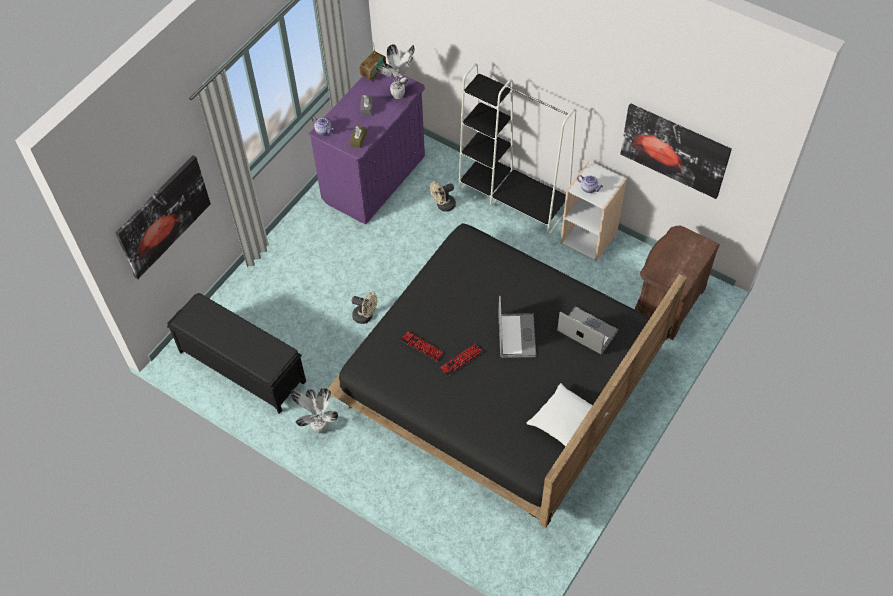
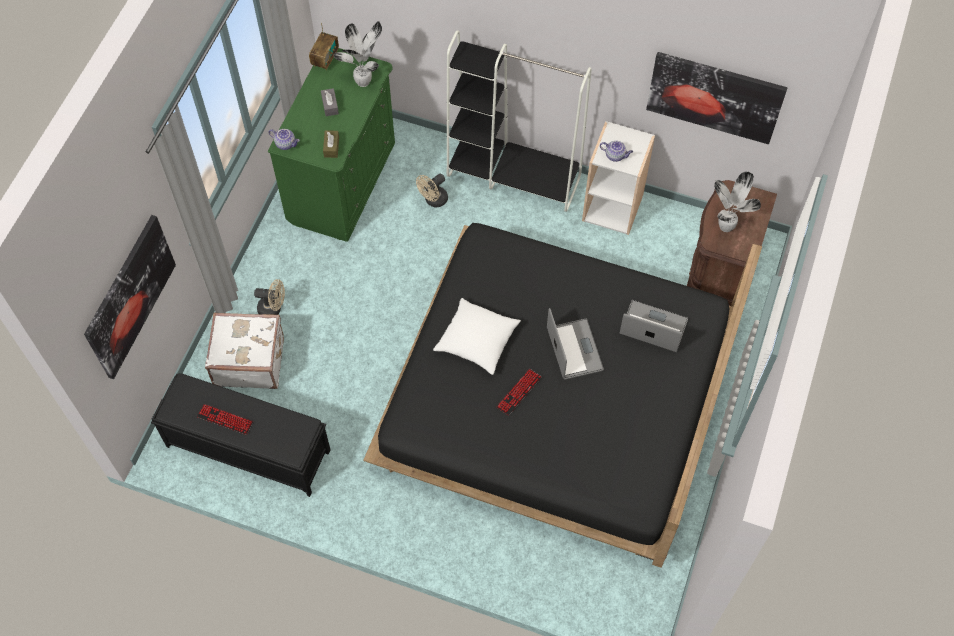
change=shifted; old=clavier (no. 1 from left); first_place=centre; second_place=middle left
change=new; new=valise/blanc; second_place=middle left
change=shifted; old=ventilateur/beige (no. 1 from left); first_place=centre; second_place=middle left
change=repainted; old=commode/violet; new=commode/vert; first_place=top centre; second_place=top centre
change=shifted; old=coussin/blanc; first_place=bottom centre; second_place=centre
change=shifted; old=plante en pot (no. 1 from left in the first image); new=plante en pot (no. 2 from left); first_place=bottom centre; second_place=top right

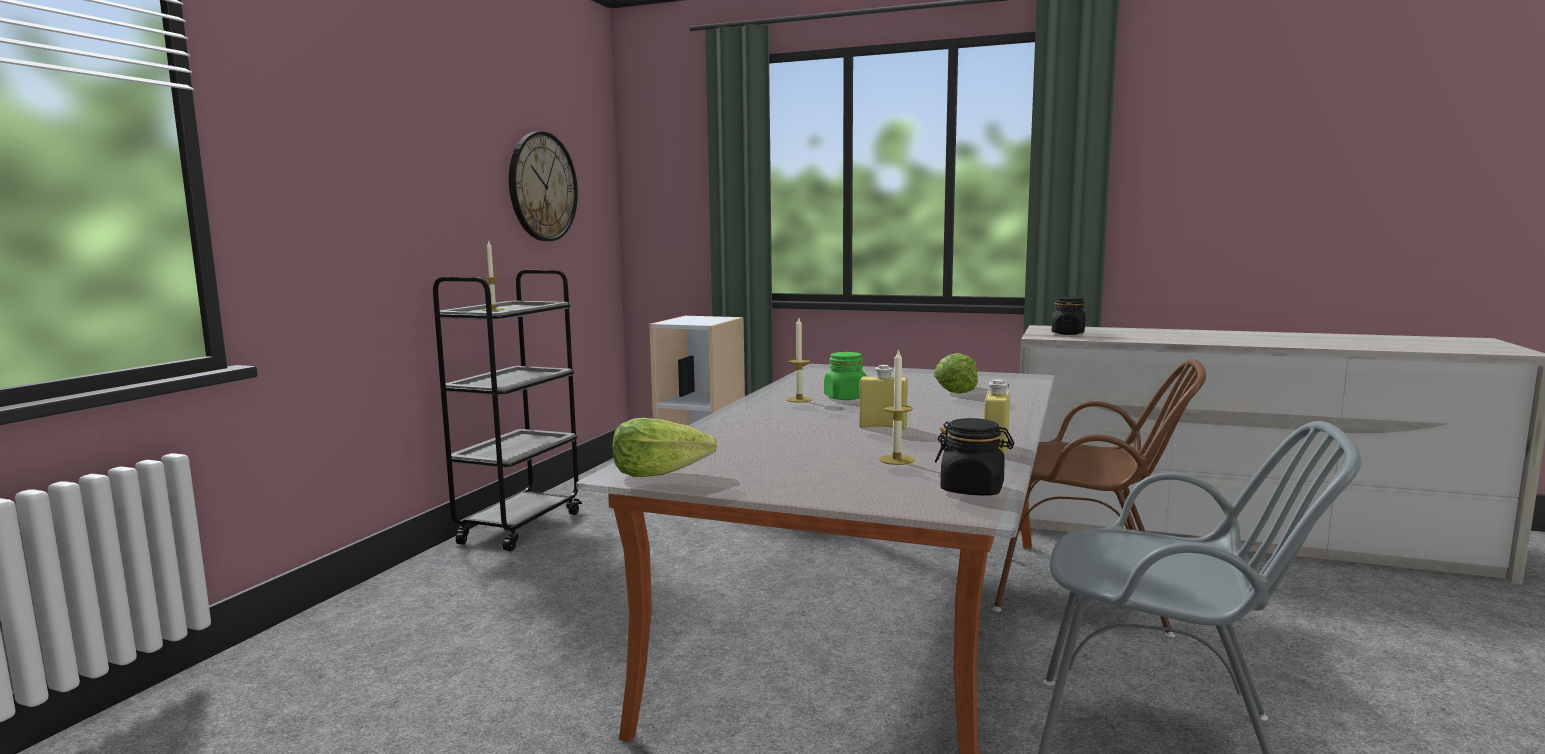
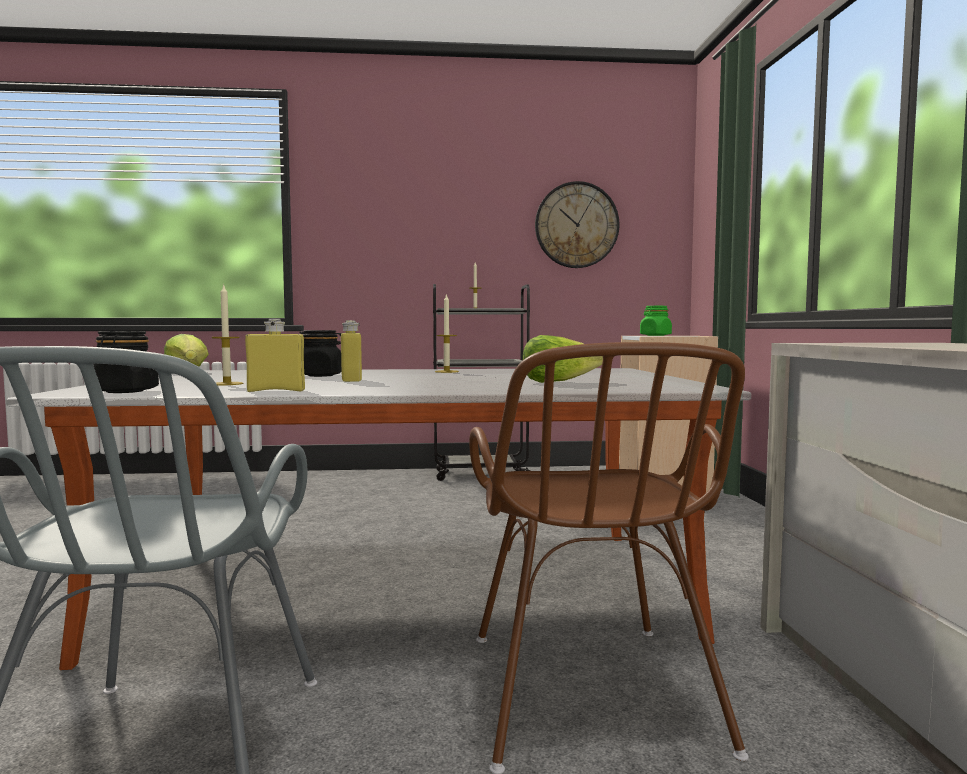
change=shifted; old=bocal/noir (no. 2 from left); first_place=middle right; second_place=middle left
change=shifted; old=bocal/vert; first_place=centre; second_place=middle right

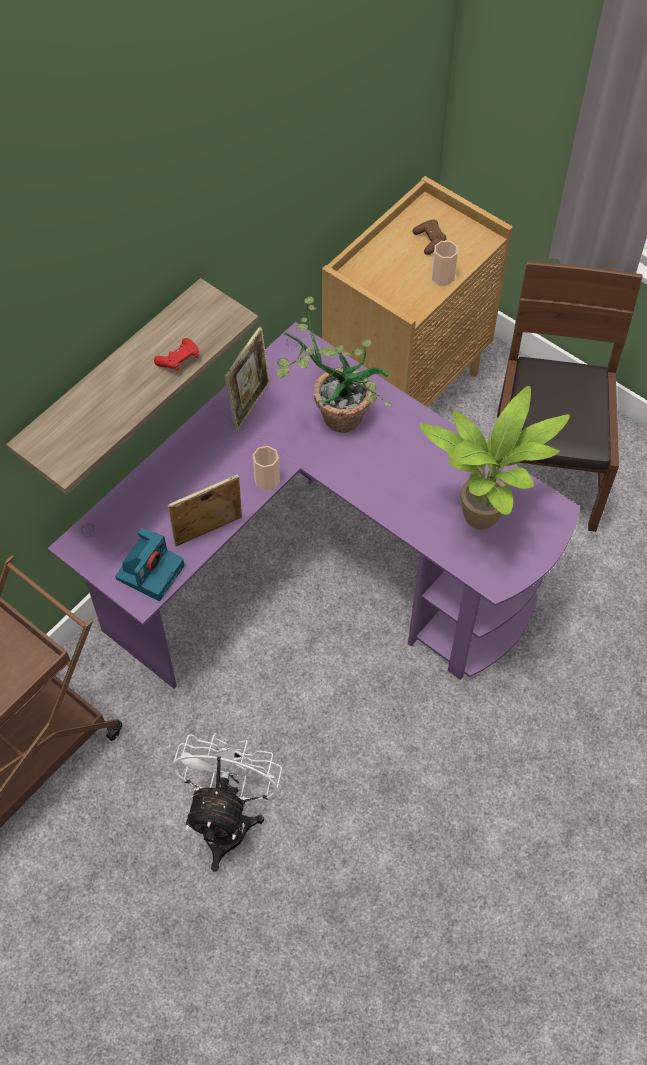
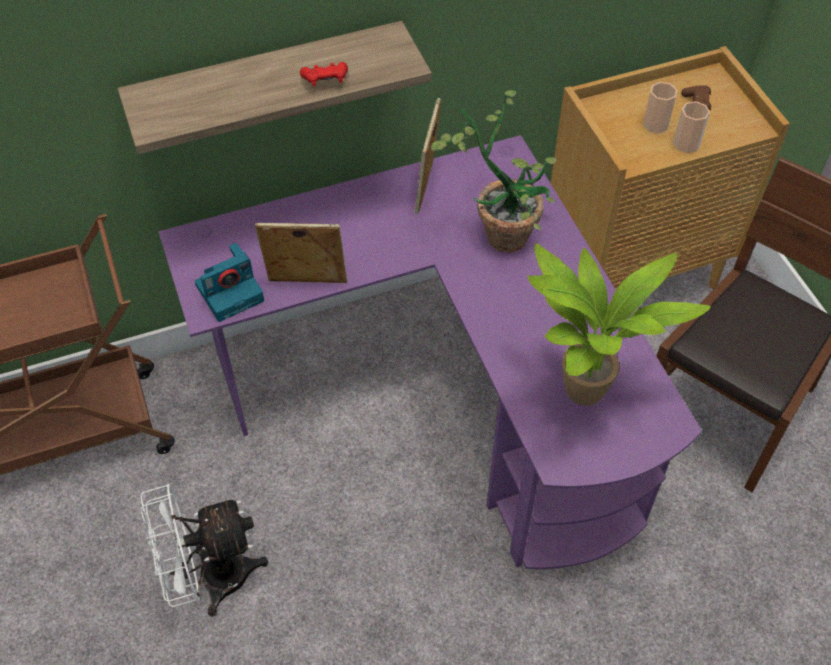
change=rotated; old=ventilateur/blanc; first_place=bottom centre; second_place=bottom left; degrees=-150
change=rotated; old=cadre photo (no. 2 from left); first_place=centre; second_place=top centre; degrees=135
change=shifted; old=tasse (no. 1 from left); first_place=centre; second_place=top right

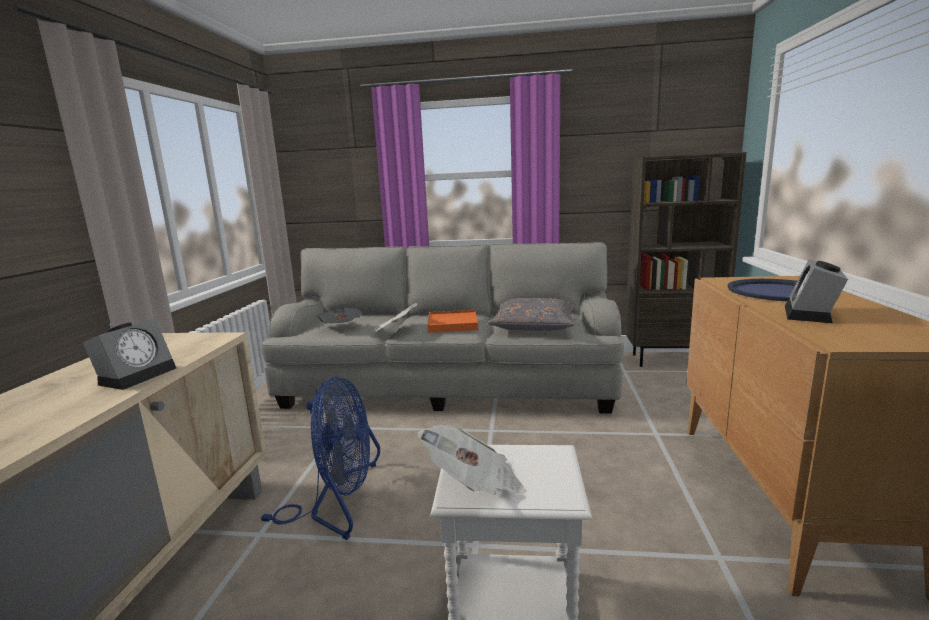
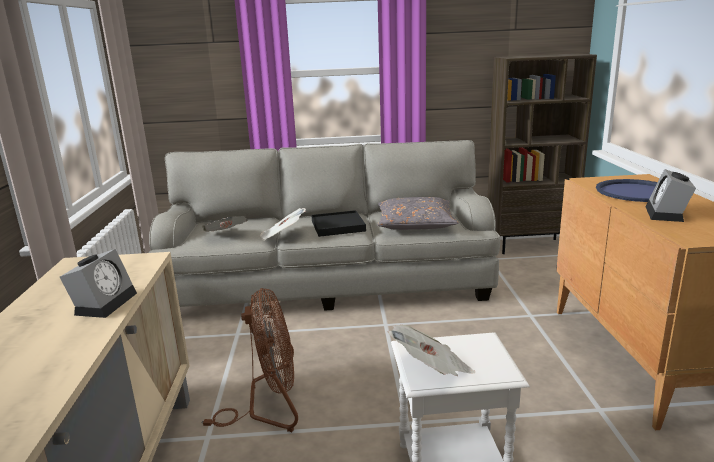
change=repainted; old=ventilateur/bleu; new=ventilateur/marron; first_place=bottom centre; second_place=bottom centre
change=repainted; old=plateau/orange; new=plateau/noir; first_place=centre; second_place=centre

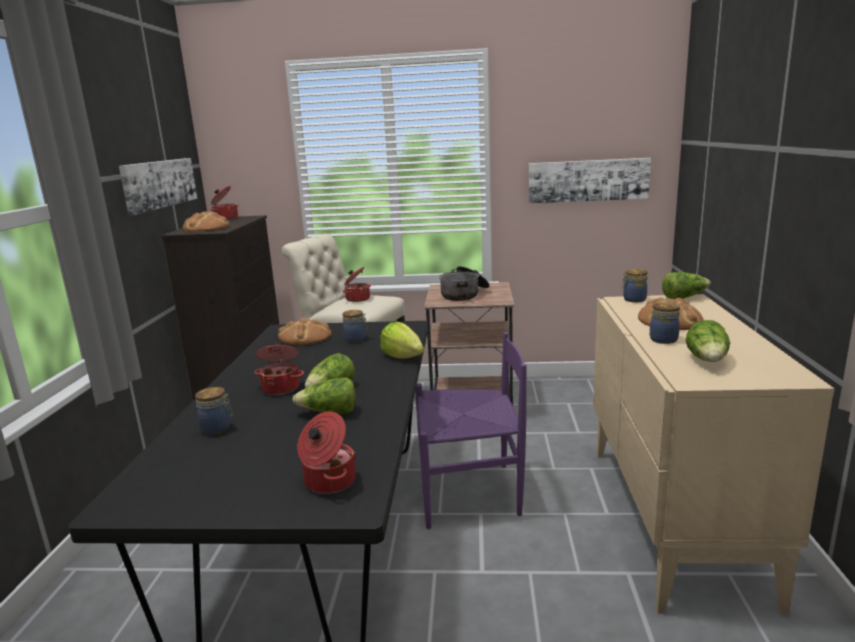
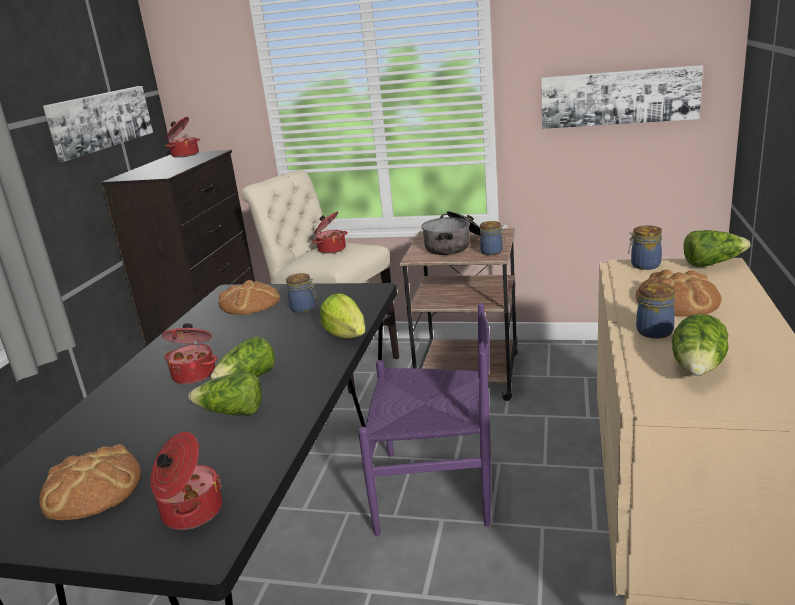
change=shifted; old=pain (no. 1 from left); first_place=middle left; second_place=bottom left
change=shifted; old=bocal (no. 1 from left in the first image); new=bocal (no. 2 from left); first_place=middle left; second_place=centre

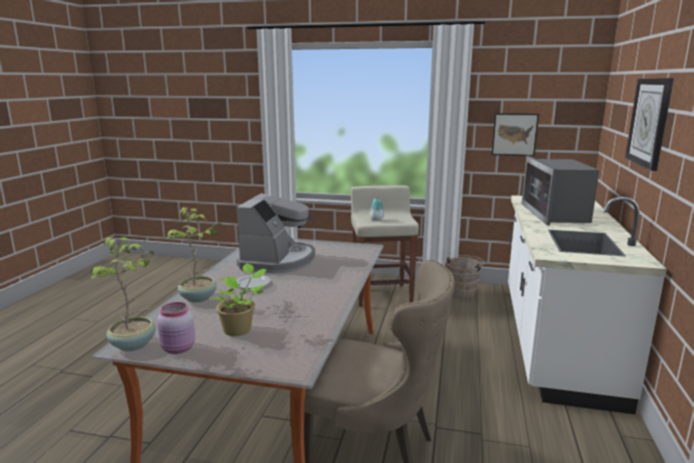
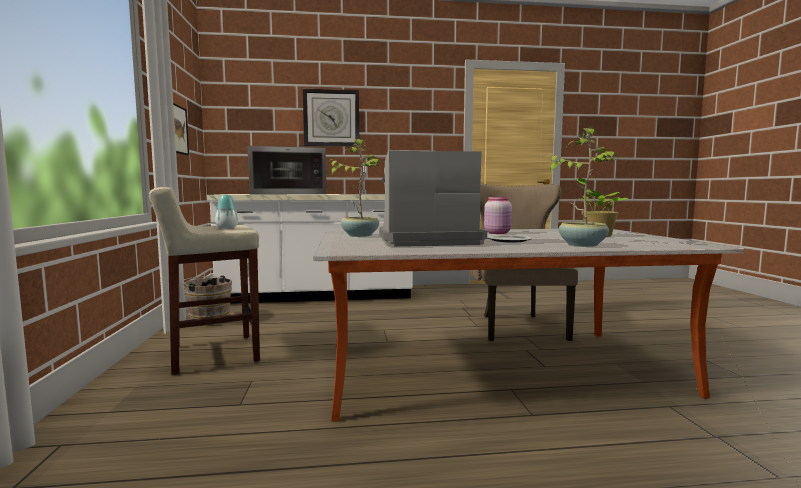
change=shifted; old=plante en pot (no. 1 from left); first_place=middle left; second_place=centre
change=shifted; old=bocal/rose; first_place=bottom left; second_place=centre

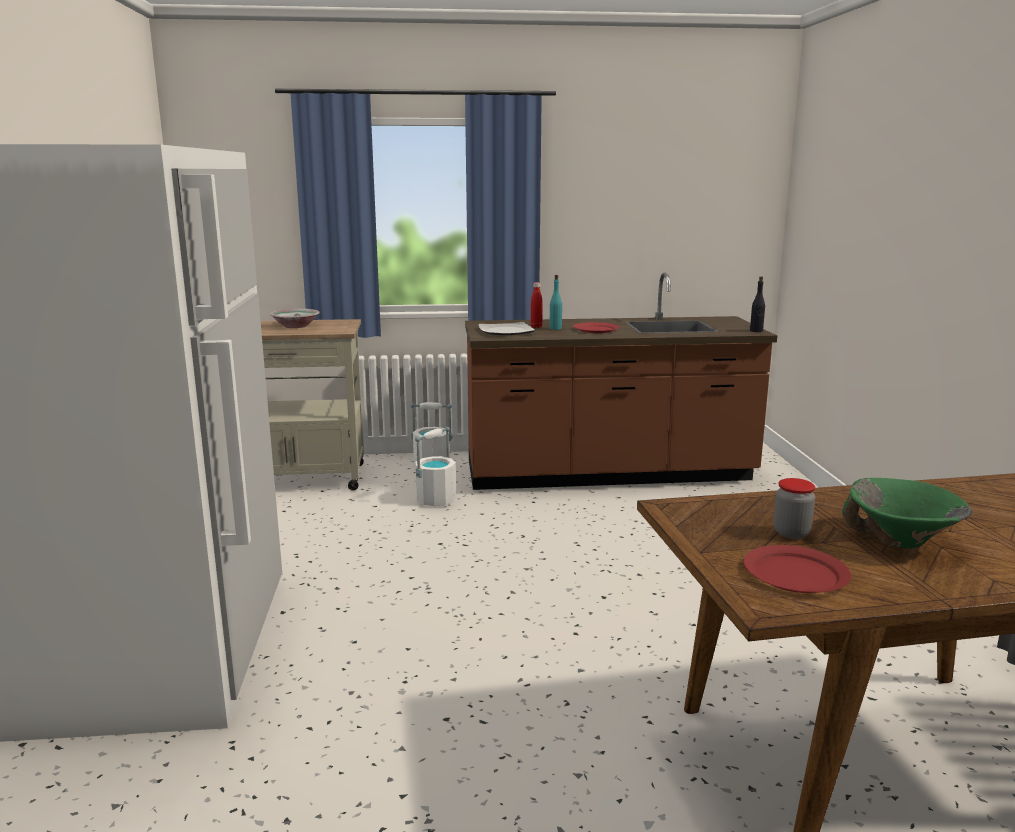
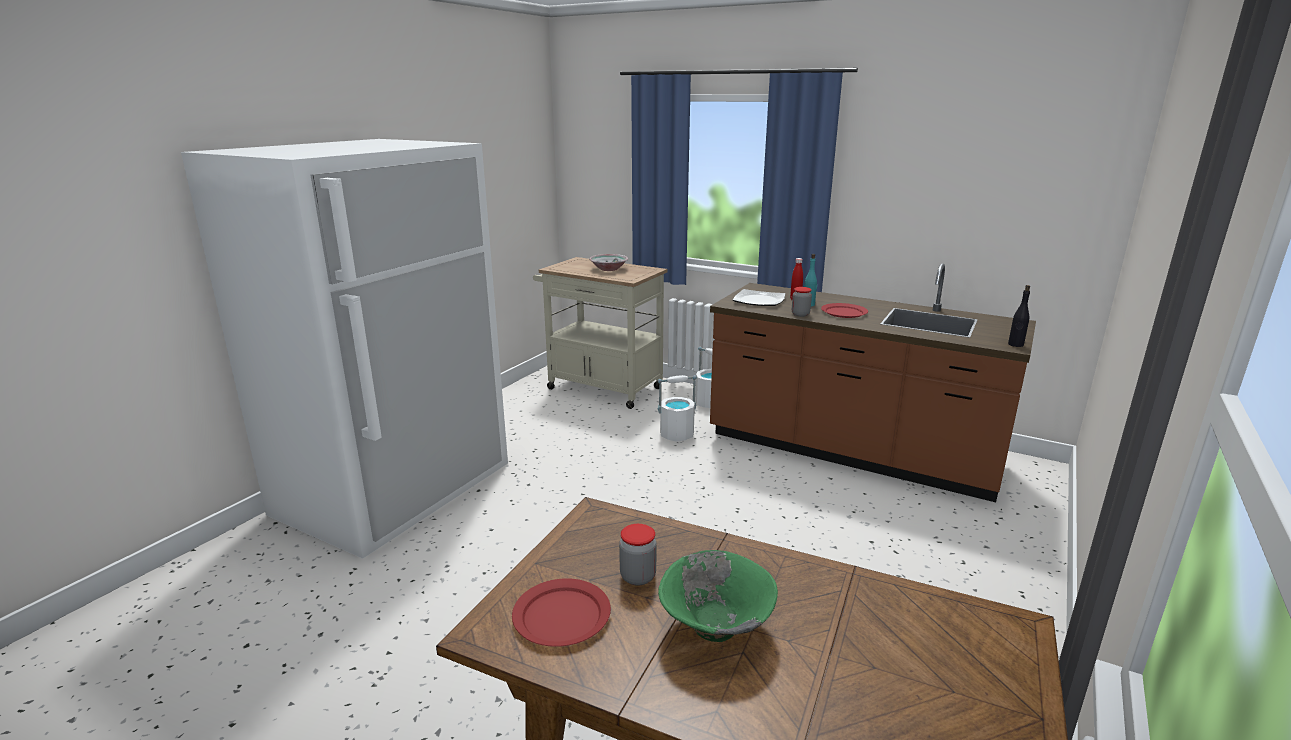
change=new; new=bocal (no. 2 from left); second_place=centre

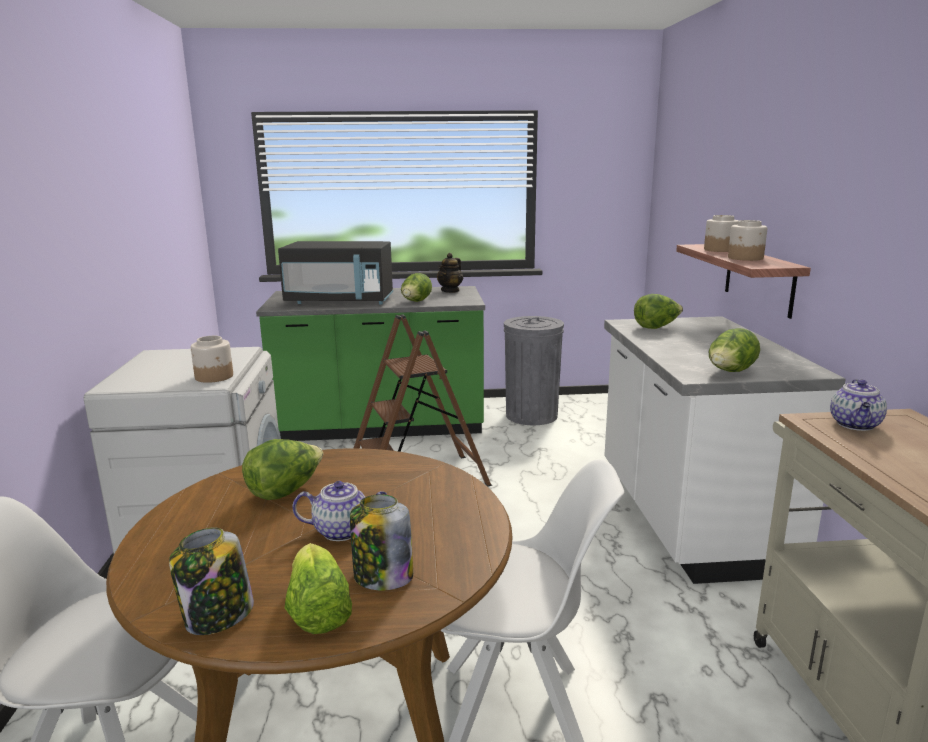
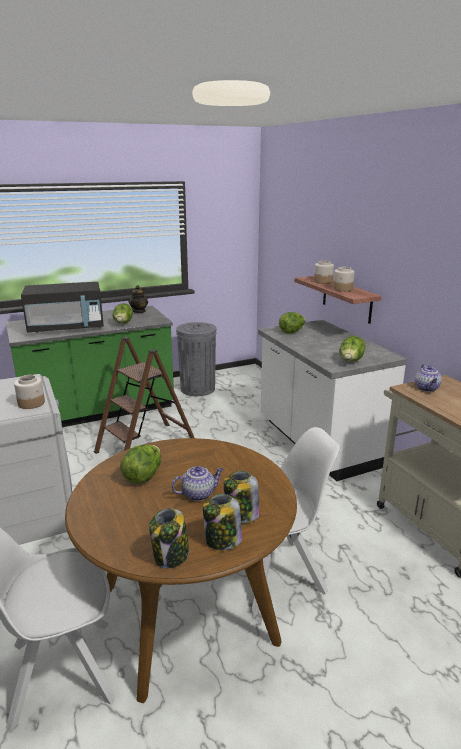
change=swapped; old=laitue (no. 2 from left); new=bocal (no. 3 from left); first_place=bottom centre; second_place=bottom centre

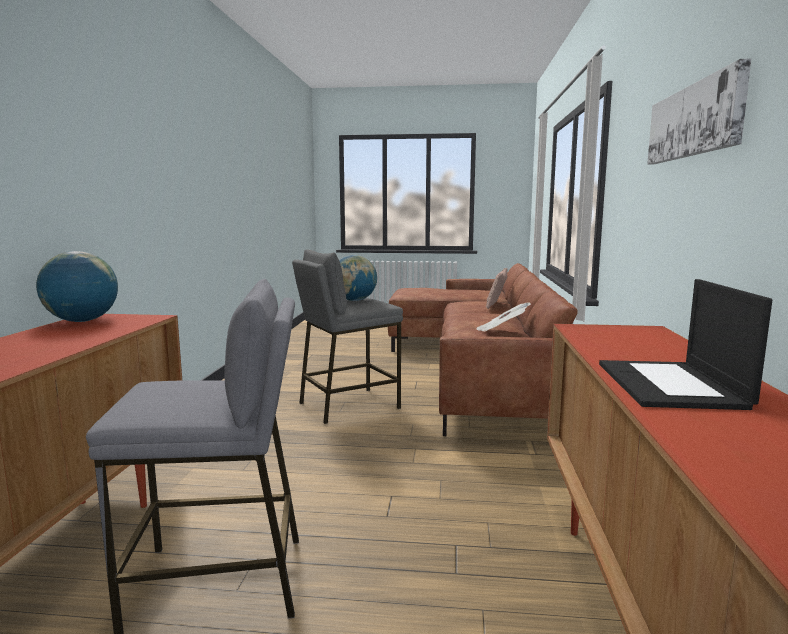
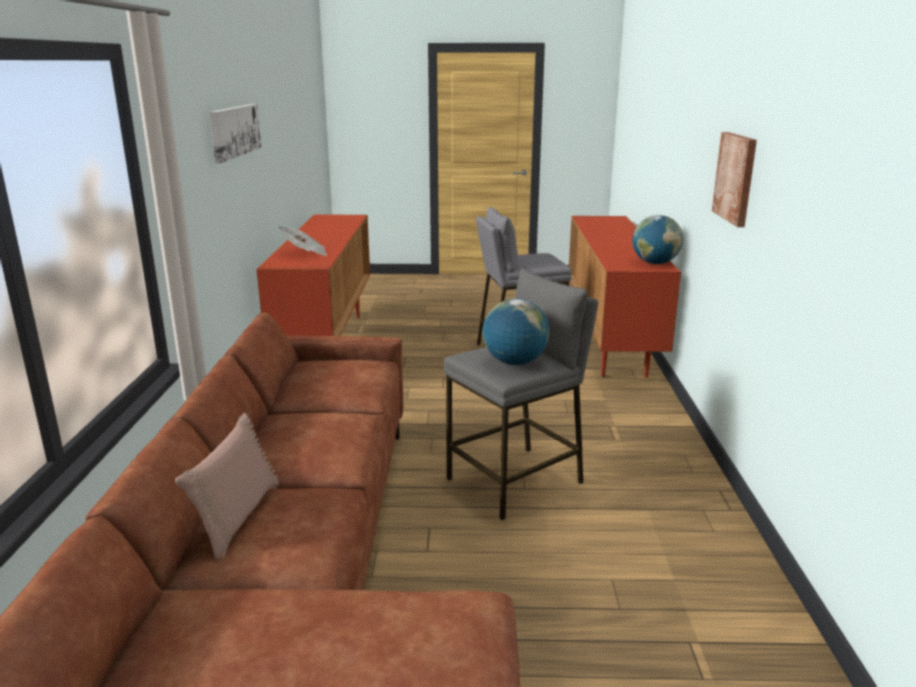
change=shifted; old=journal; first_place=centre; second_place=middle left
change=new; new=tableau (no. 2 from left); second_place=top right
change=gone; old=ordinateur portable; first_place=middle right

